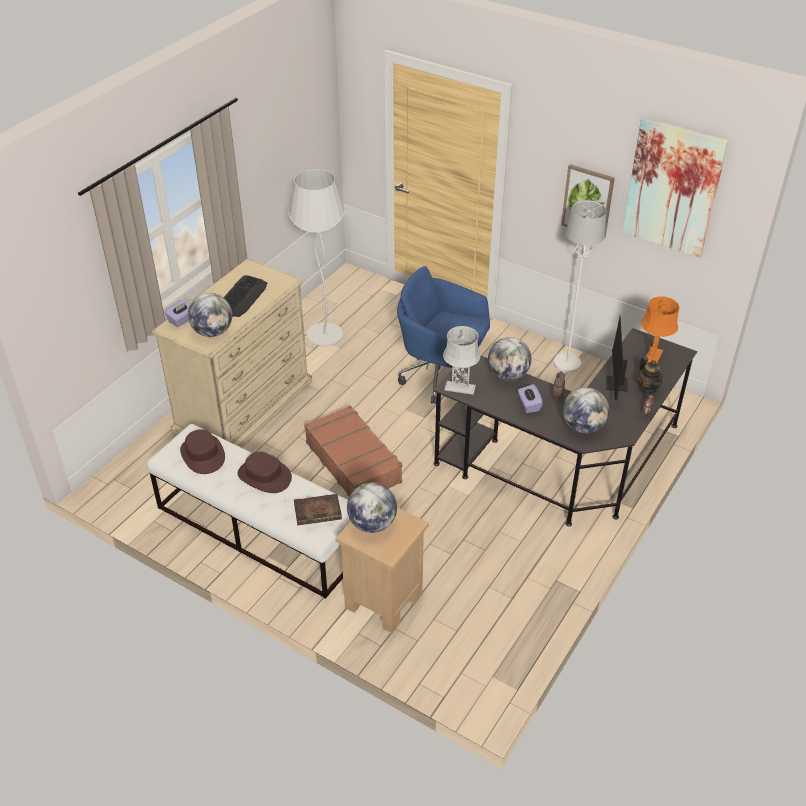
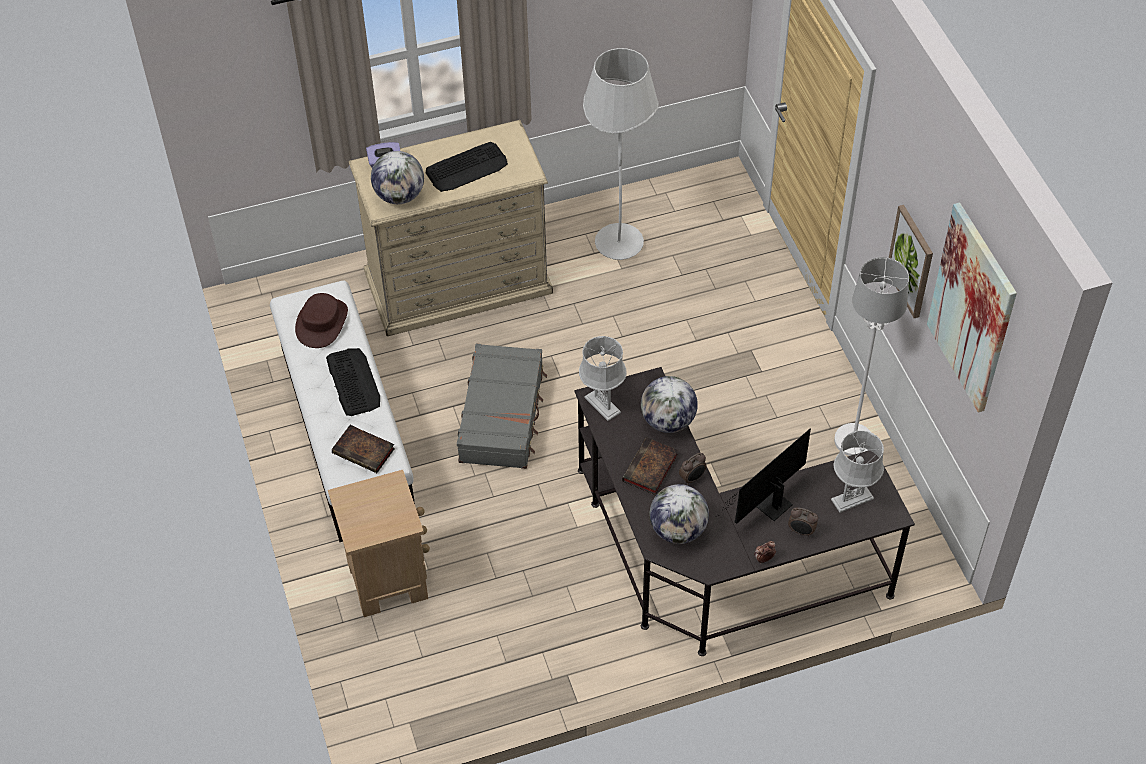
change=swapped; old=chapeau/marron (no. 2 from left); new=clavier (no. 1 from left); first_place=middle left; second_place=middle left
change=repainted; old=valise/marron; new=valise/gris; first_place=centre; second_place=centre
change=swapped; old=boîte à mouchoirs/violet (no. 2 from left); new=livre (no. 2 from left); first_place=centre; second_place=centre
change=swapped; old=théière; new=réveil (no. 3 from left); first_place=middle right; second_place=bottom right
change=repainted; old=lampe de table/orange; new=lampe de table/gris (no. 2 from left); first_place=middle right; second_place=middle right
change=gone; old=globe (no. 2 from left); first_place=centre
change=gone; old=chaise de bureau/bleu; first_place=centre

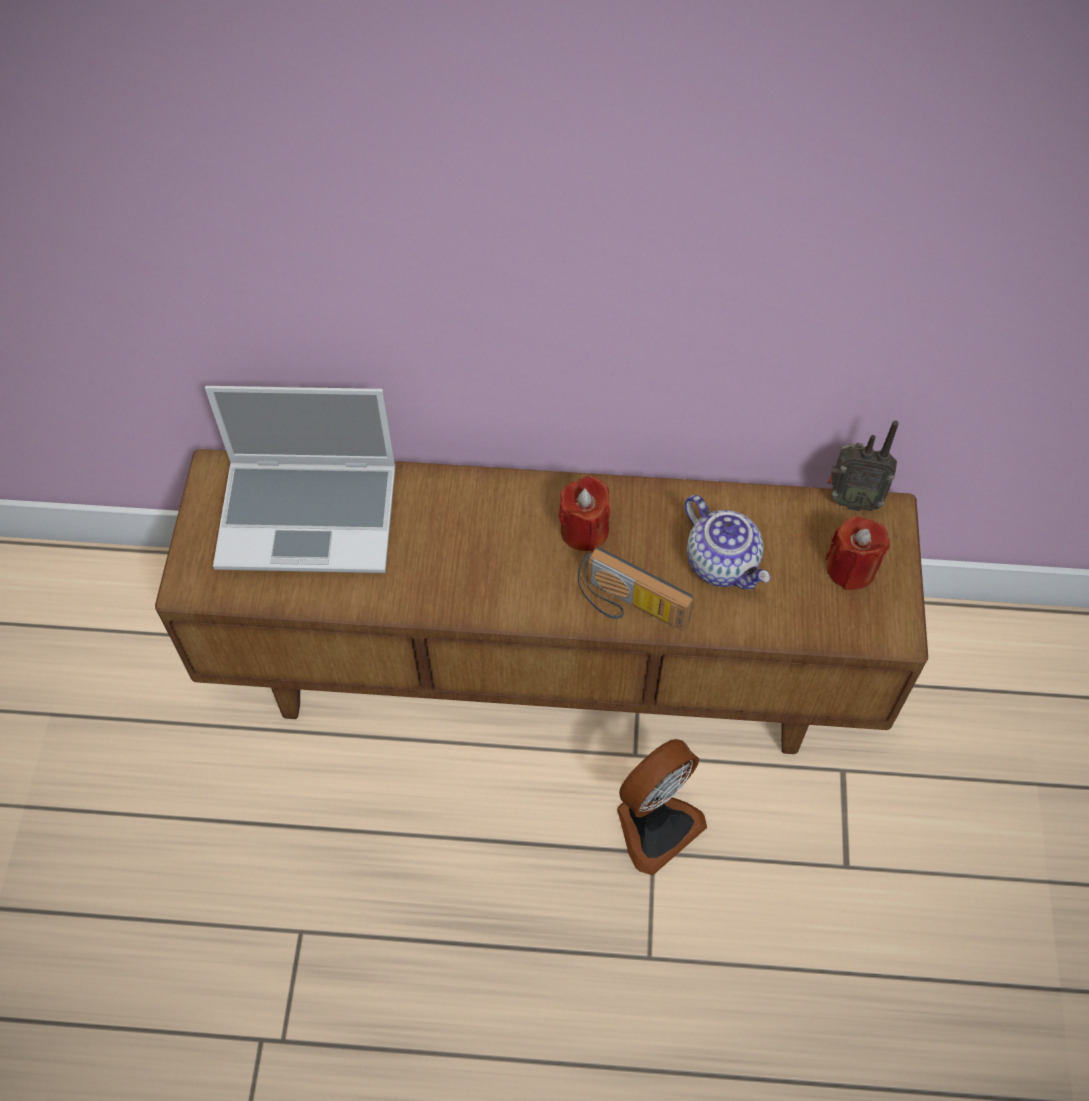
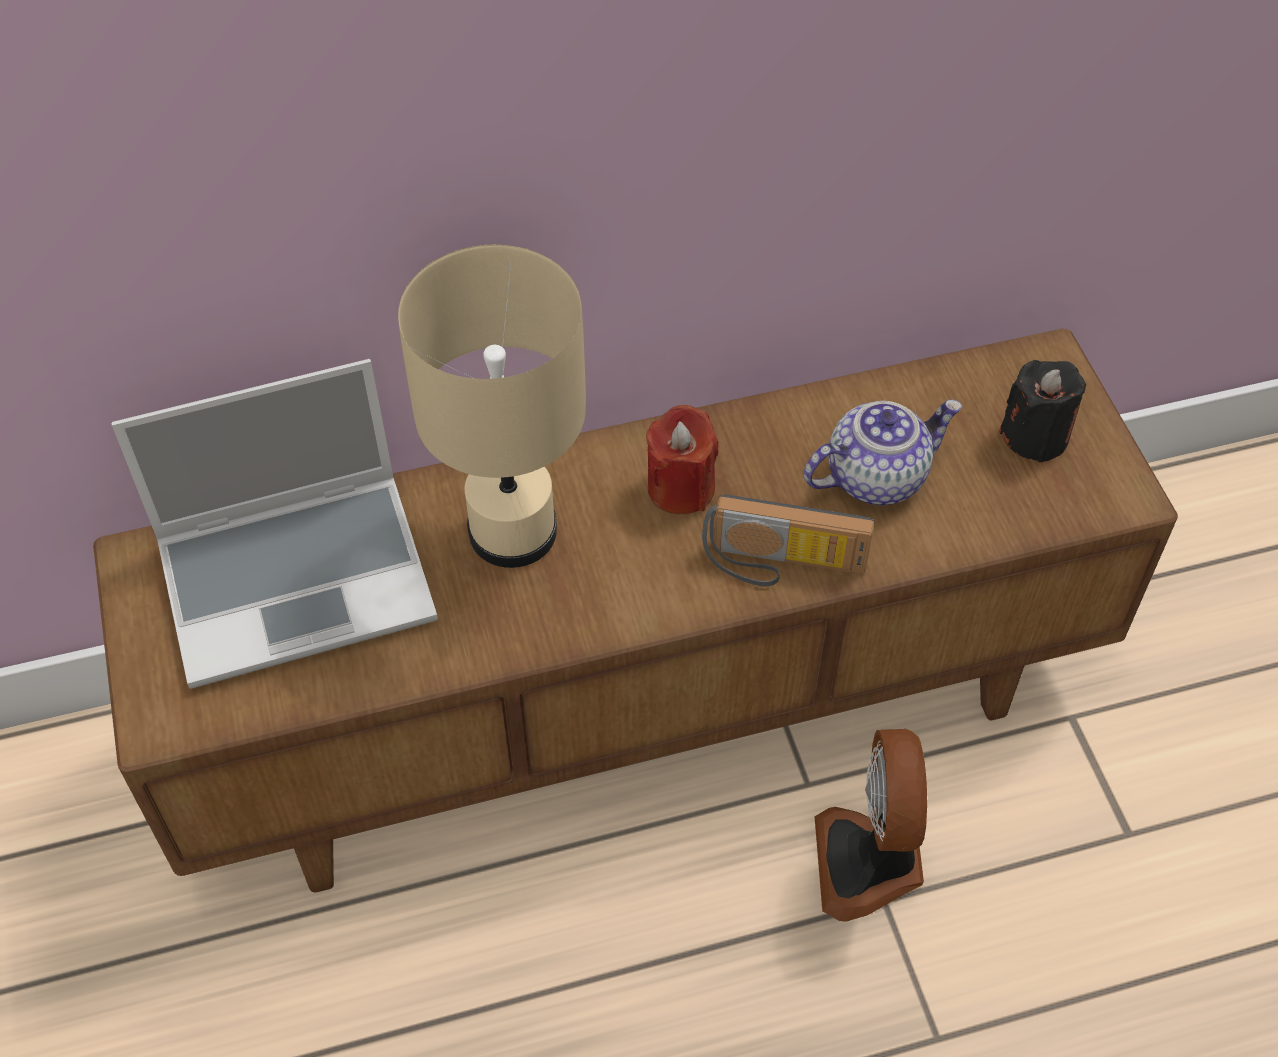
change=new; new=lampe de table/beige; second_place=centre
change=rotated; old=théière; first_place=middle right; second_place=middle right; degrees=-60
change=rotated; old=ventilateur; first_place=bottom centre; second_place=bottom right; degrees=150
change=repainted; old=bougie/rouge (no. 2 from left); new=bougie/noir; first_place=middle right; second_place=middle right
change=gone; old=radio (no. 2 from left); first_place=middle right

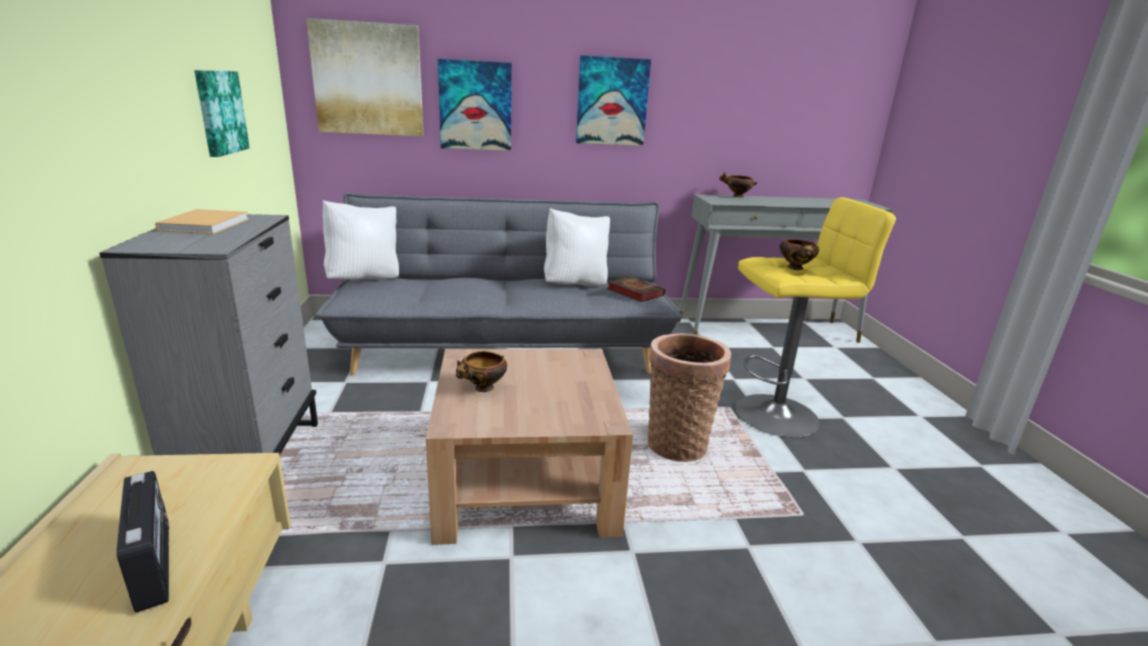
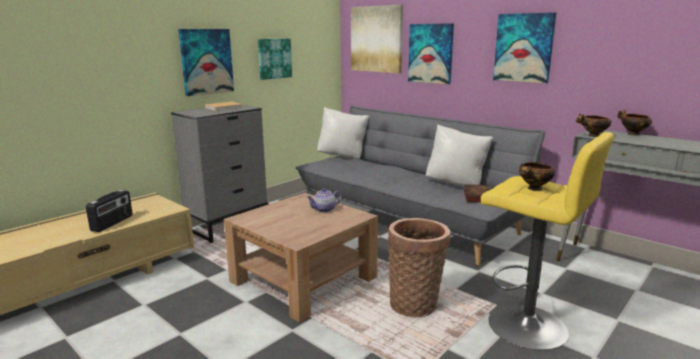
change=new; new=tableau (no. 1 from left); second_place=top left
change=new; new=théière; second_place=centre
change=shifted; old=bol (no. 1 from left in the first image); new=bol (no. 2 from left); first_place=centre; second_place=middle right

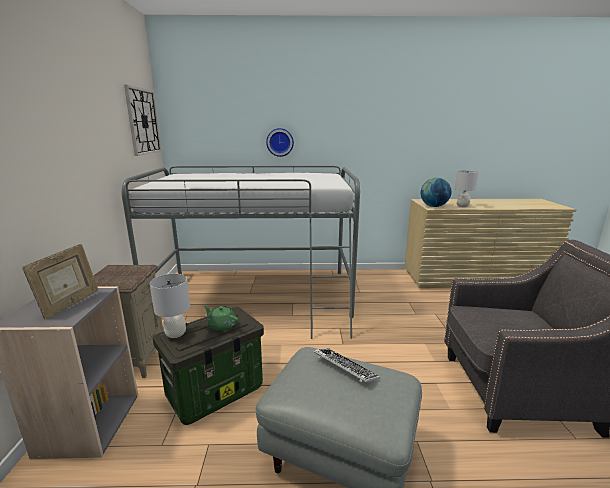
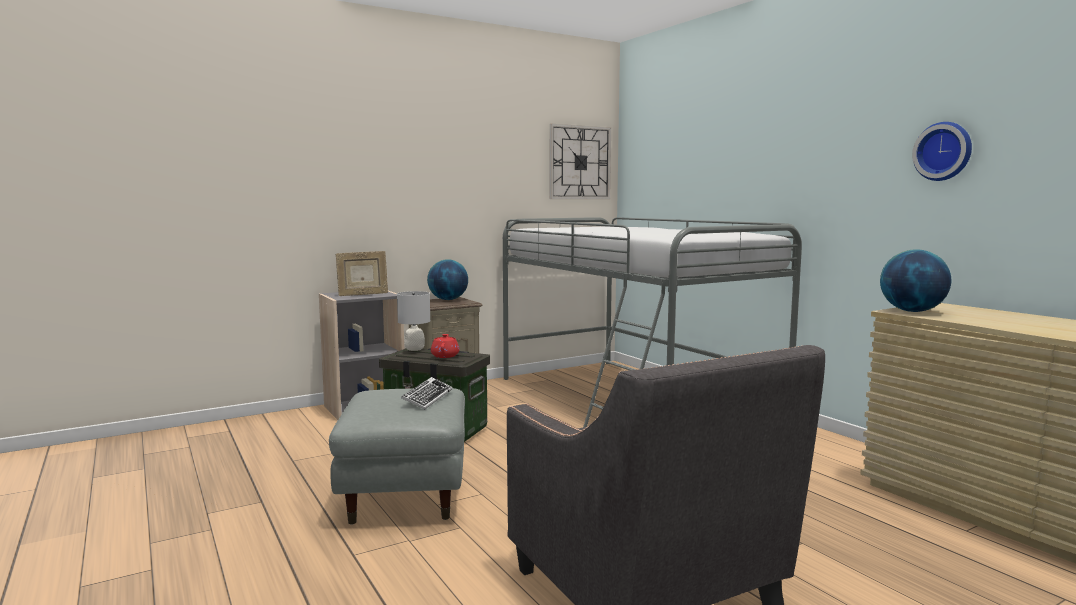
change=new; new=globe (no. 1 from left); second_place=centre
change=repainted; old=théière/vert; new=théière/rouge; first_place=centre; second_place=centre
change=shifted; old=horloge murale (no. 2 from left); first_place=top centre; second_place=top right
change=gone; old=lampe de table/gris (no. 2 from left); first_place=middle right

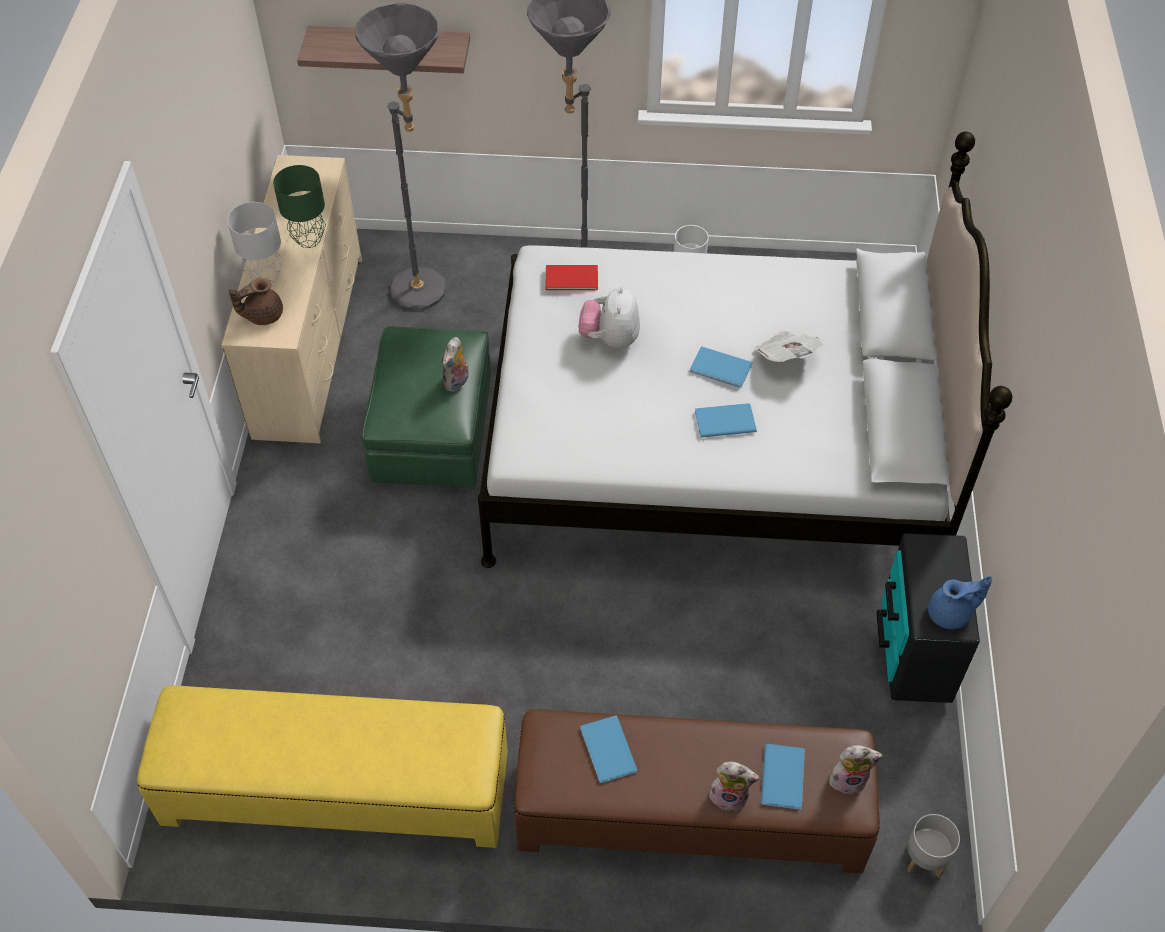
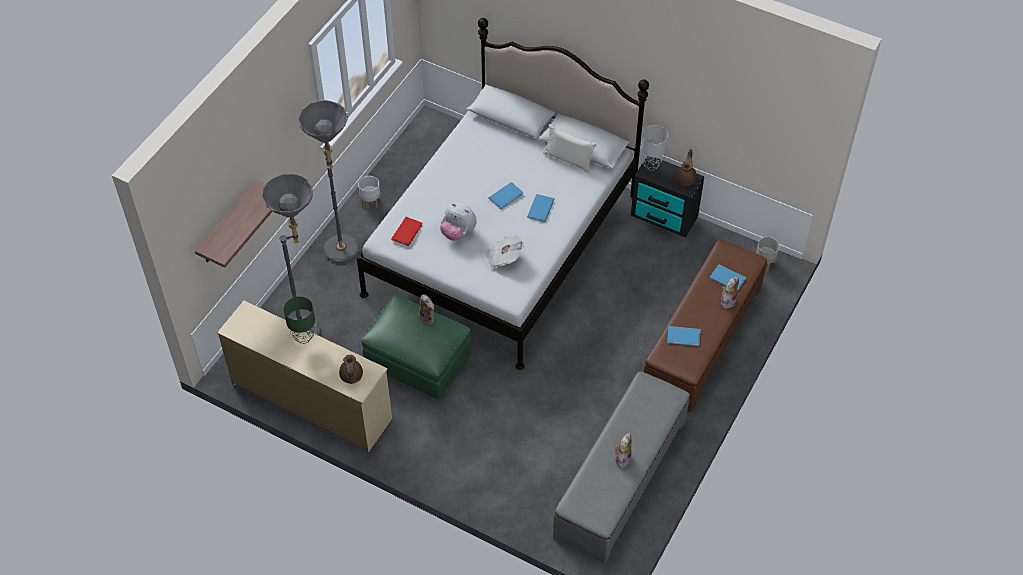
change=shifted; old=journal; first_place=middle right; second_place=centre
change=new; new=coussin/blanc; second_place=top centre
change=repainted; old=banc/jaune; new=banc/gris; first_place=bottom left; second_place=bottom centre
change=shifted; old=peluche (no. 4 from left in the first image); new=peluche (no. 3 from left); first_place=bottom right; second_place=bottom centre
change=shifted; old=lampe de table/gris; first_place=top left; second_place=top centre
change=repainted; old=théière/bleu; new=théière/marron (no. 2 from left); first_place=middle right; second_place=top right

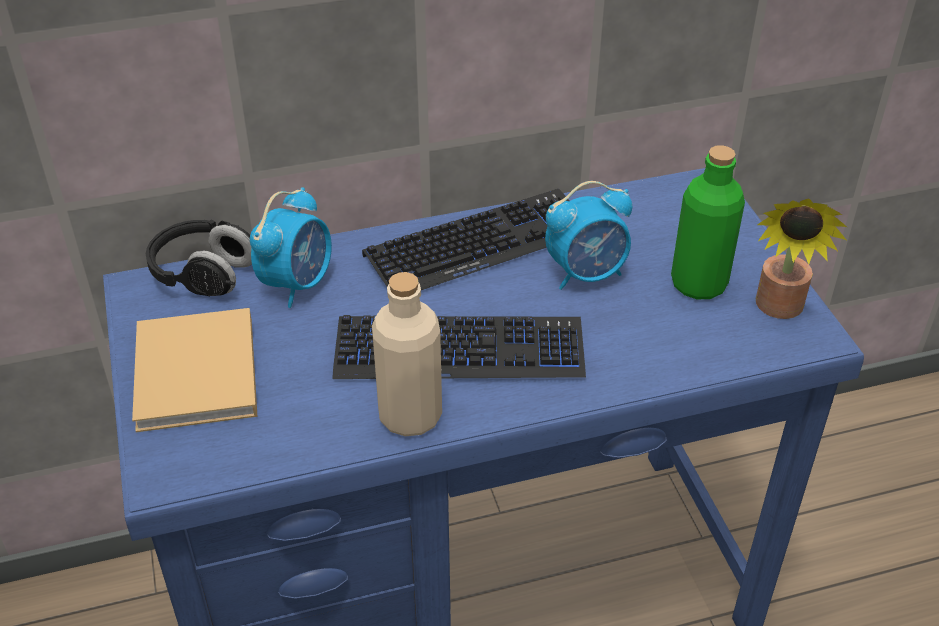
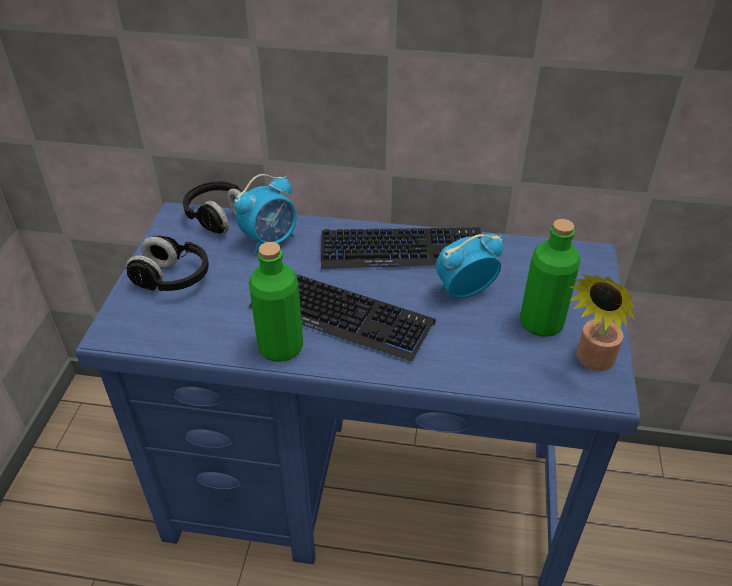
change=swapped; old=livre/beige; new=casque audio/noir (no. 1 from left); first_place=middle left; second_place=middle left
change=repainted; old=bouteille/beige; new=bouteille/vert (no. 1 from left); first_place=centre; second_place=centre
change=rotated; old=réveil (no. 2 from left); first_place=centre; second_place=centre; degrees=150

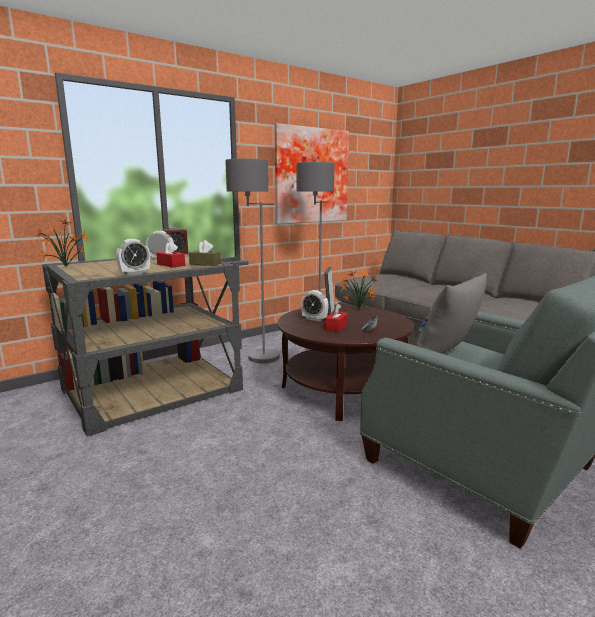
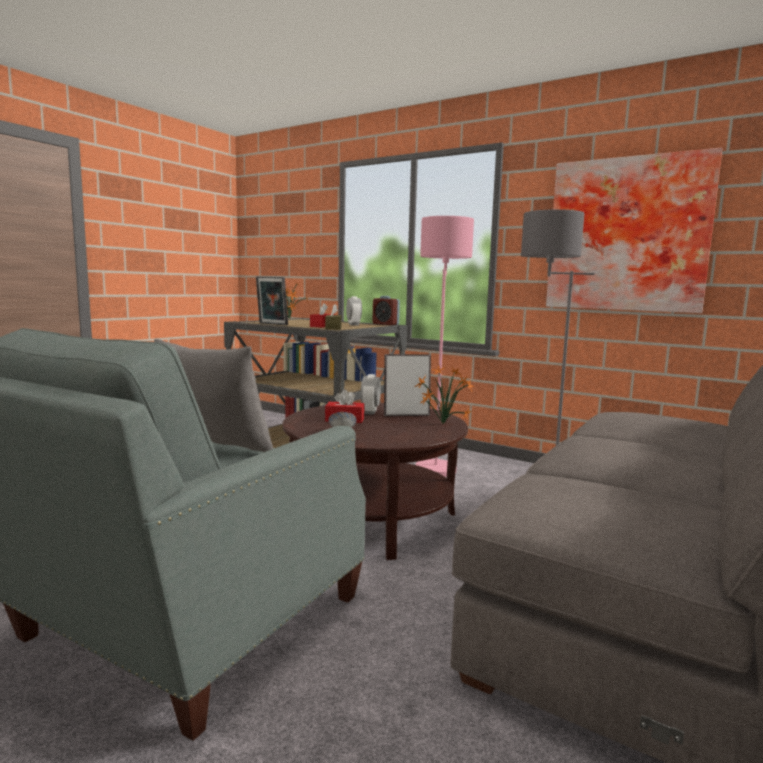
change=swapped; old=réveil (no. 1 from left); new=cadre photo (no. 1 from left); first_place=middle left; second_place=centre
change=repainted; old=lampadaire/gris (no. 1 from left); new=lampadaire/rose; first_place=centre; second_place=centre

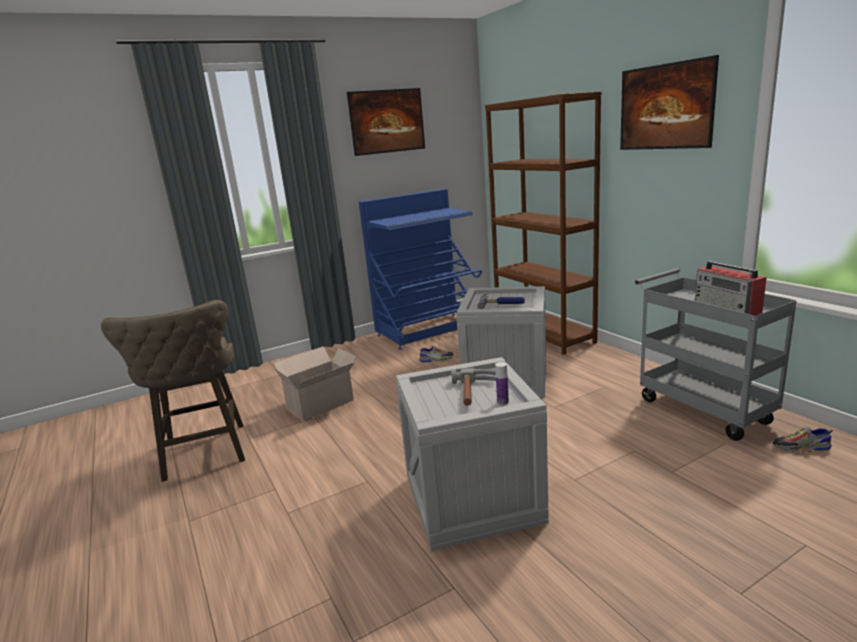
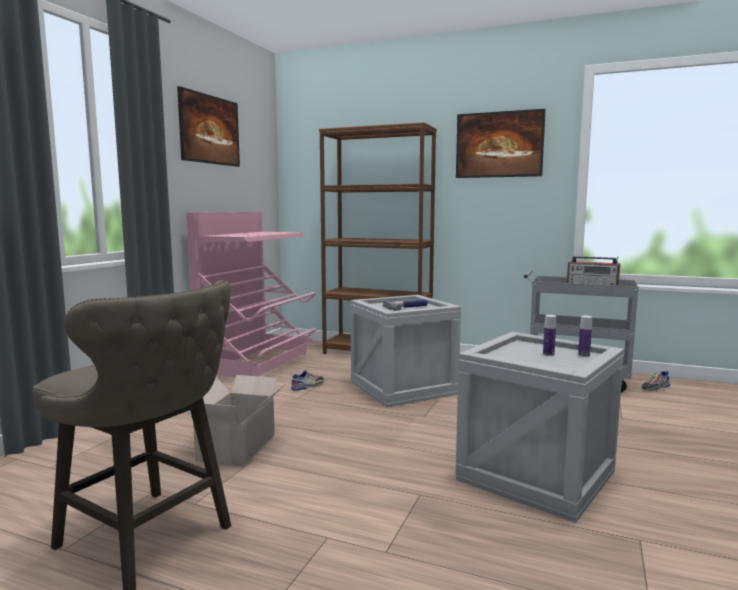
change=repainted; old=étagère à chaussures/bleu; new=étagère à chaussures/rose; first_place=centre; second_place=centre
change=swapped; old=marteau (no. 1 from left); new=bouteille (no. 1 from left); first_place=centre; second_place=middle right

